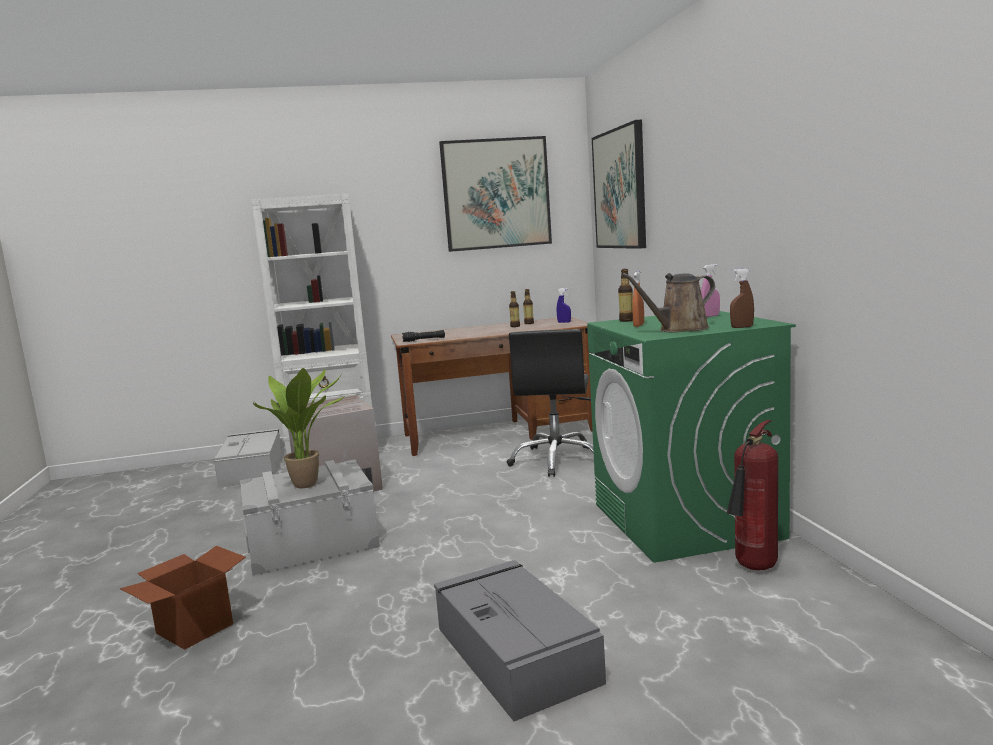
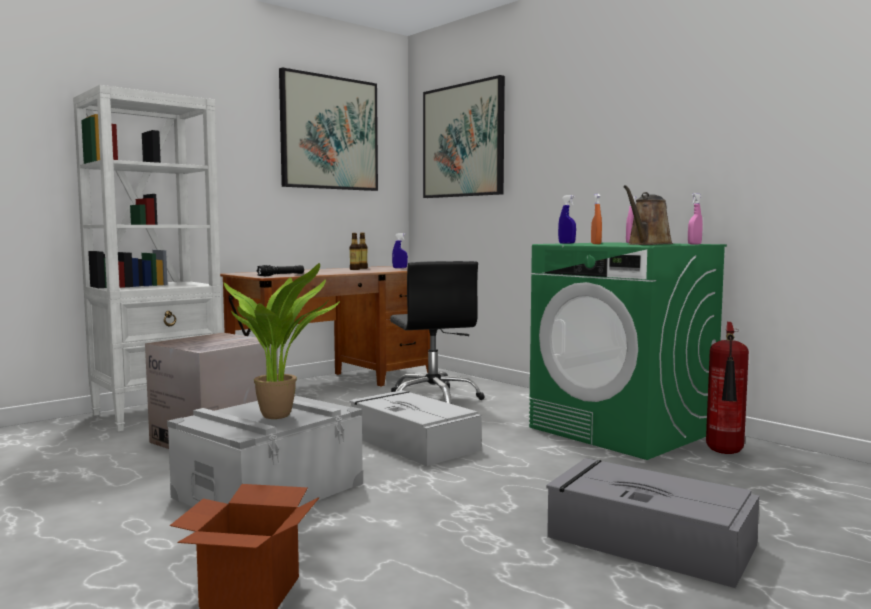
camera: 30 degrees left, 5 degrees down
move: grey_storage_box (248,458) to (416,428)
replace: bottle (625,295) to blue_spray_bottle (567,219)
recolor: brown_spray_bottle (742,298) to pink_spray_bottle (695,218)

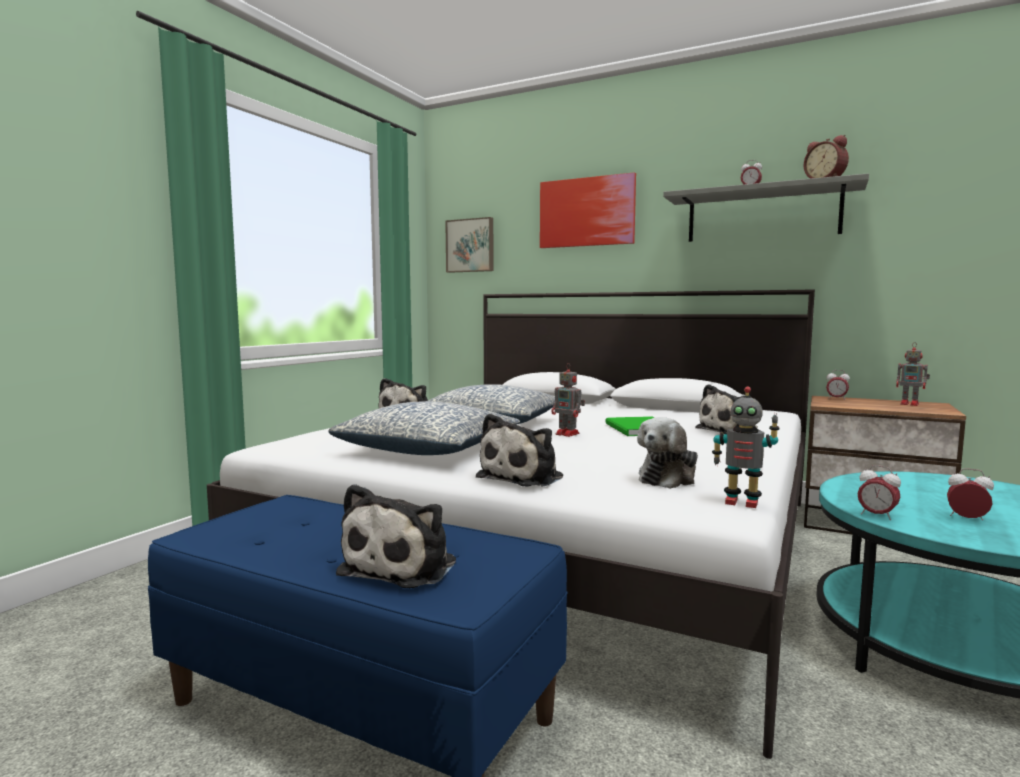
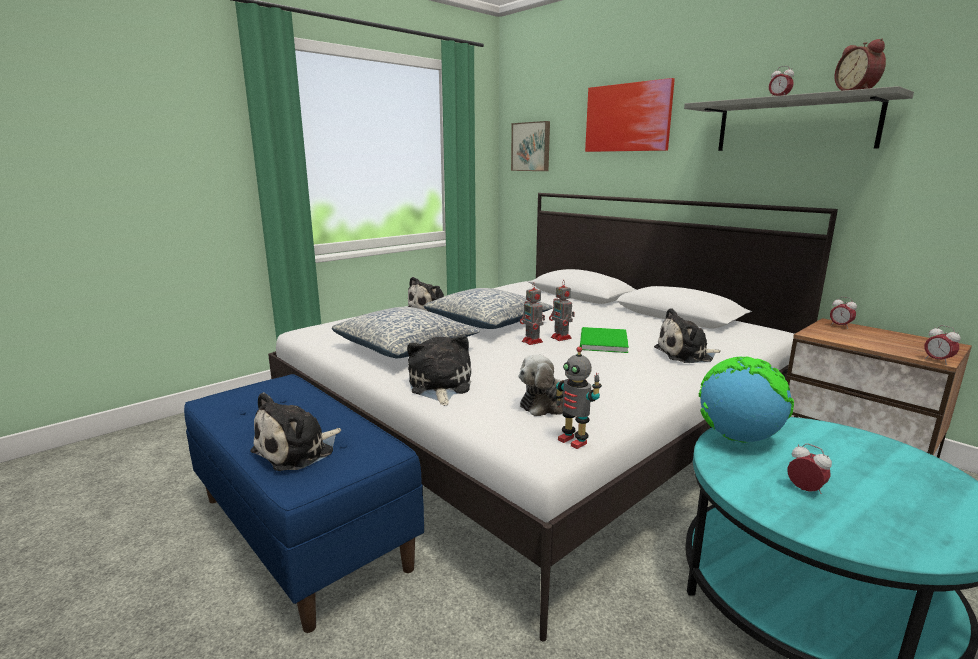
camera: 20 degrees right, 10 degrees up
insert: globe (746,400)
move: alarm_clock (879,492) to (943,345); toy_robot (913,374) to (562,311)
rotate: plush_toy (519,450) = (439,370) 120 degrees clockwise

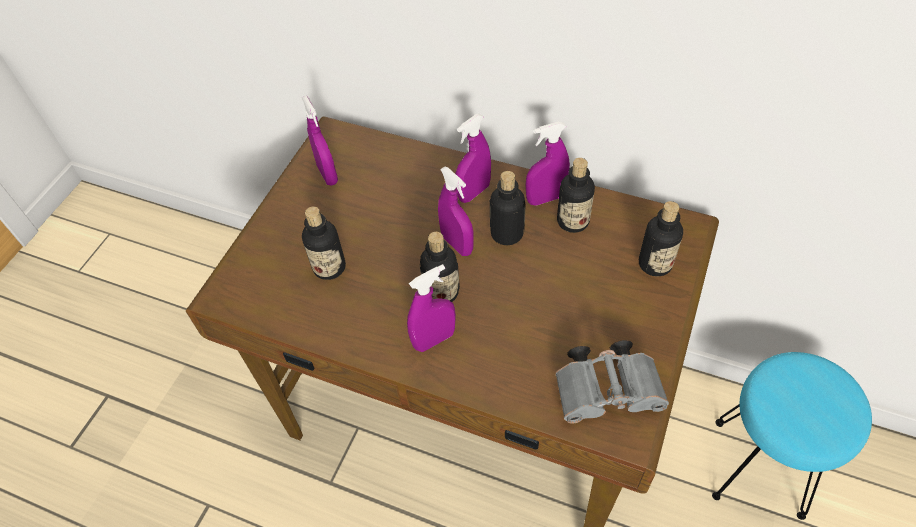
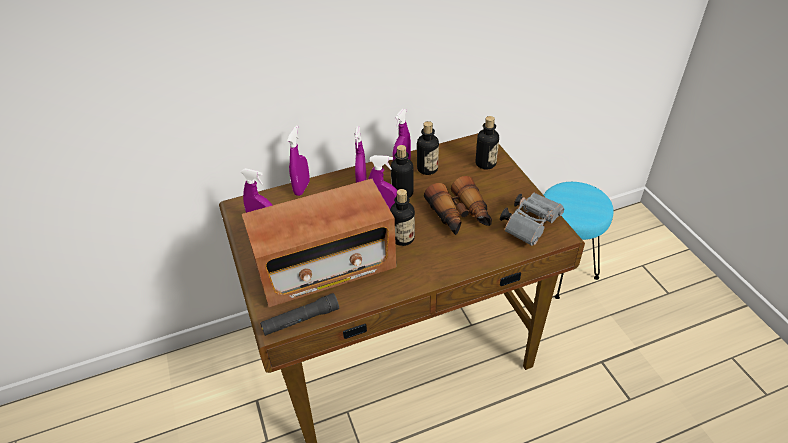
camera: 45 degrees left, 10 degrees down
insert: black_flashlight (299,314); binoculars (458,205)
move: purple_spray_bottle (431,308) to (298,160)
replace: bottle (324,243) to radio (319,243)

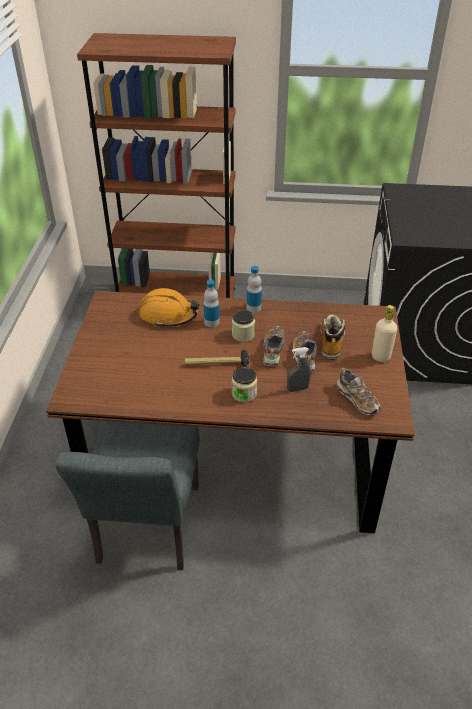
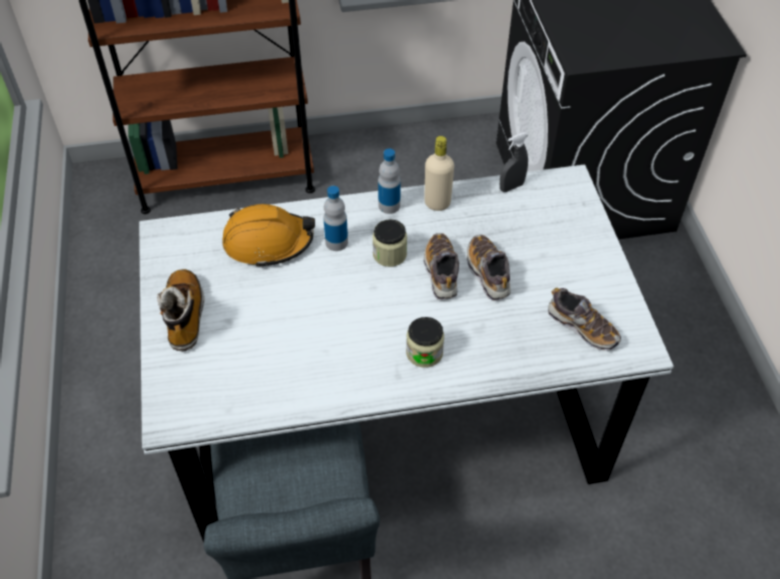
camera: 15 degrees left, 10 degrees up
delete: hammer (217,358)
move: grey_spray_bottle (299,369) to (514,162); boot (333,337) to (180,310); beige_bottle (384,333) to (439,173)
recolor: brown_dining_table (230,412) to white_dining_table (406,353)

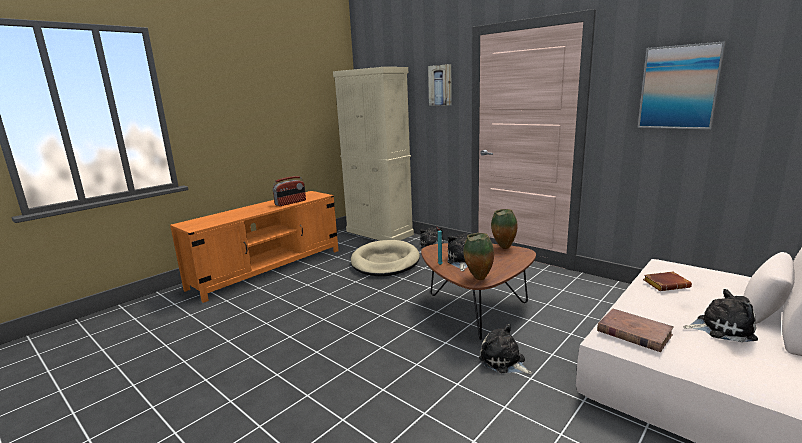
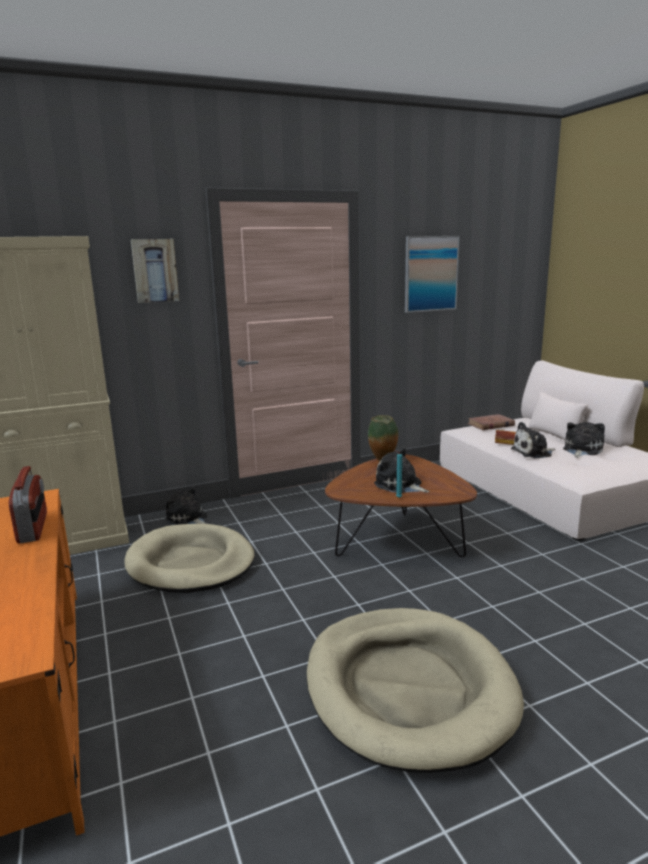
camera: 65 degrees left, 0 degrees up
delete: vase (478,256)
insert: beige_dog_bed (415,690)
move: plush_toy (505,349) to (533,440); brown_book (635,330) to (491,422)

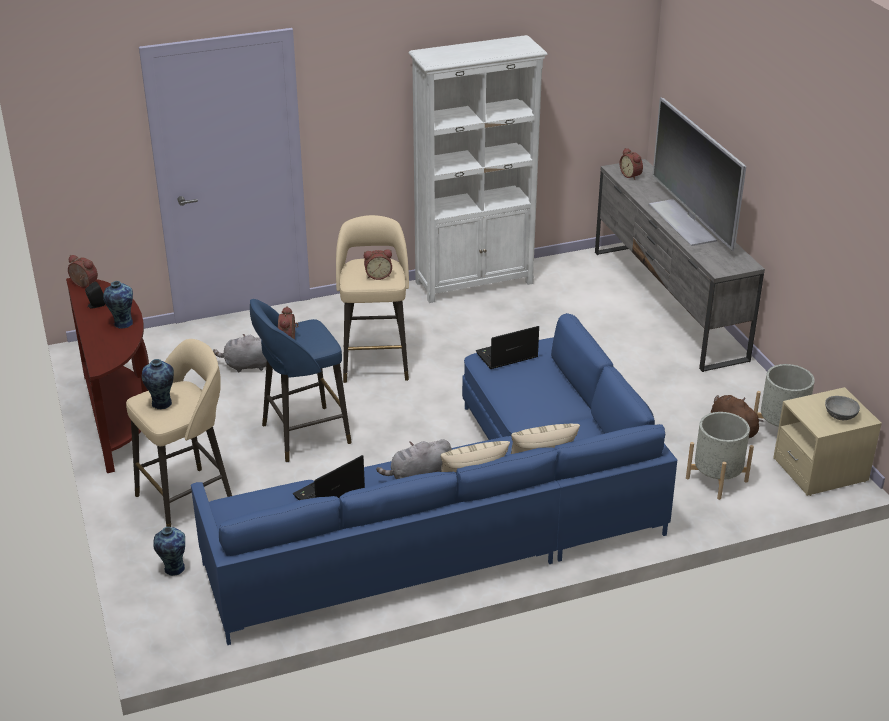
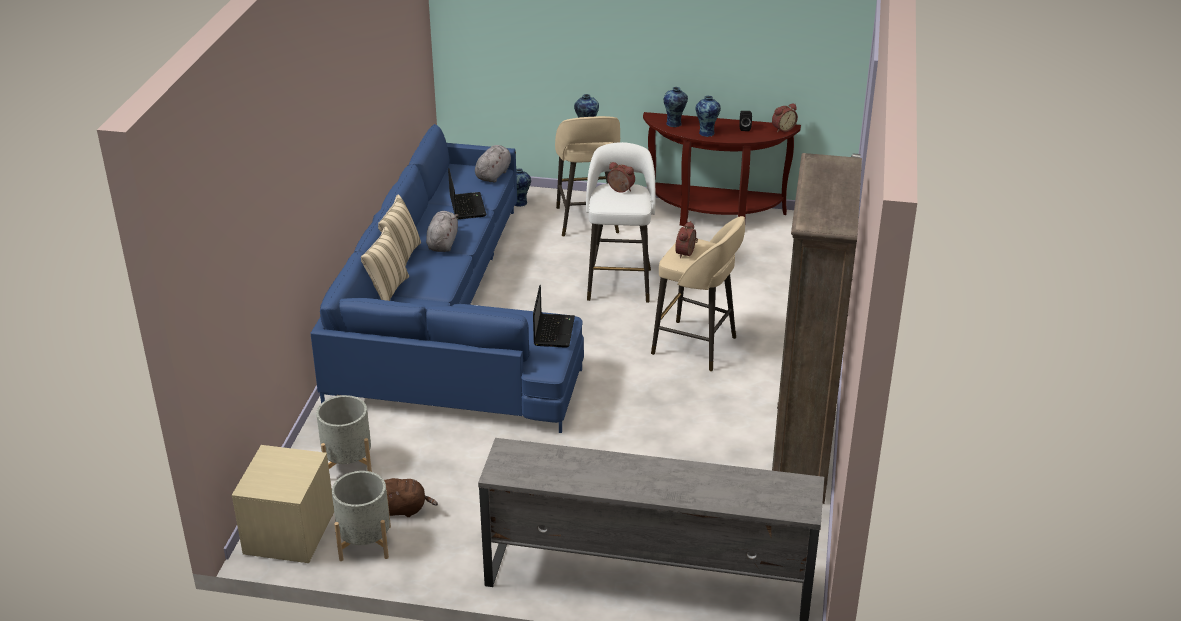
camera: 120 degrees right, 0 degrees up
delete: alarm_clock (631,164); television (697,174); grey_bowl (842,408)
insert: vase (676,107)
move: grey_plush_toy (240,353) to (495,164)
recolor: blue_stool (301,380) to white_stool (621,222); white_bookcase (478,169) to brown_bookcase (817,328)

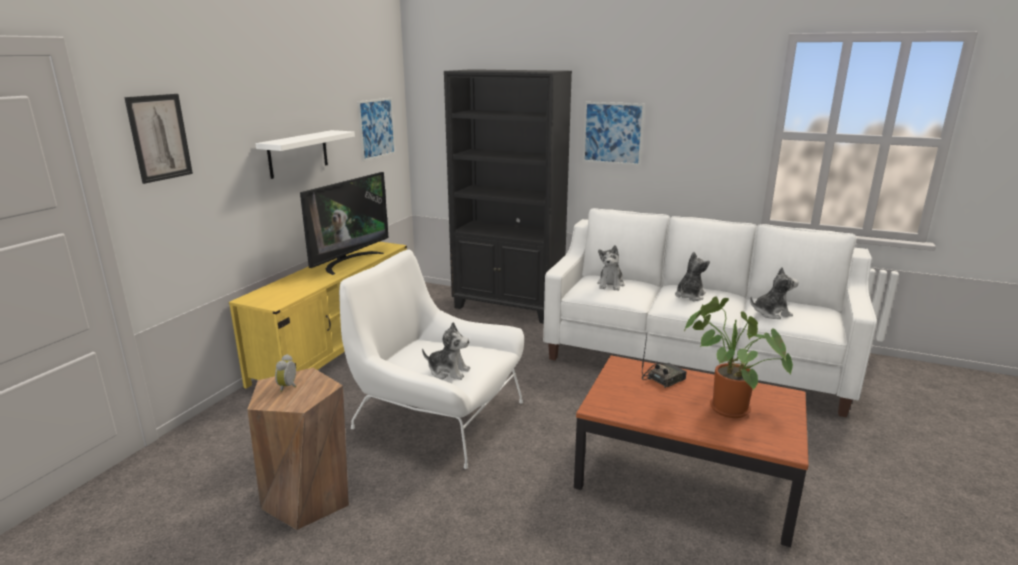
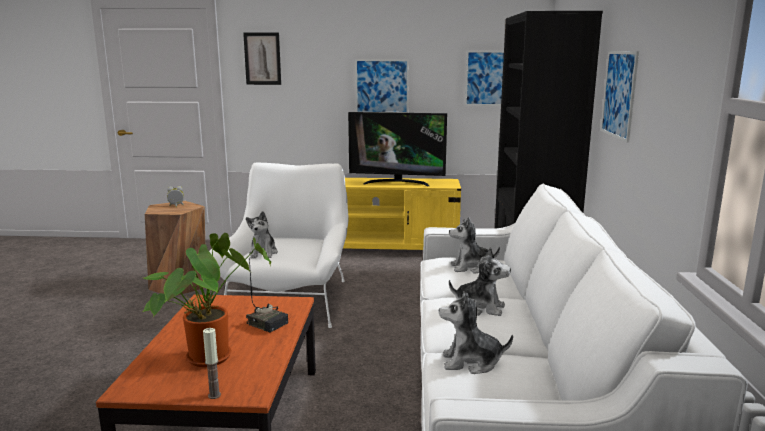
camera: 70 degrees right, 5 degrees down
insert: candle (212,363)
replace: white_shelf (305,154) to picture (382,86)
rotate: plush_toy (774,293) = (476,332) 120 degrees clockwise

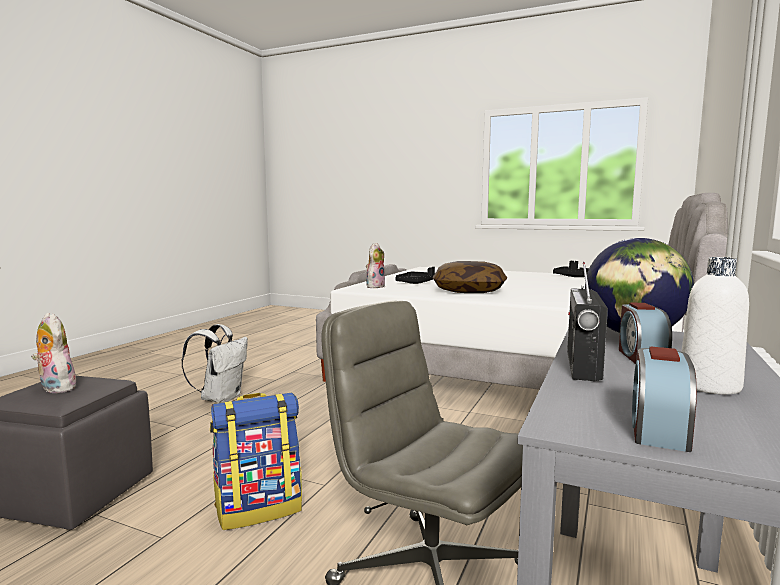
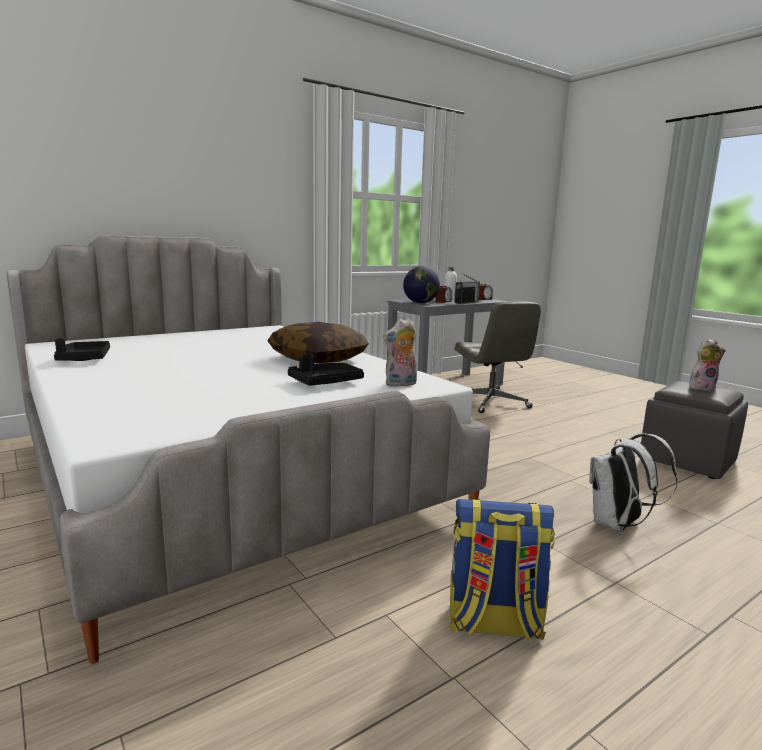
camera: 150 degrees left, 5 degrees up
move: backpack (256,461) to (502,570)
rotate: plush_toy (54,353) = (707,365) 75 degrees counterclockwise

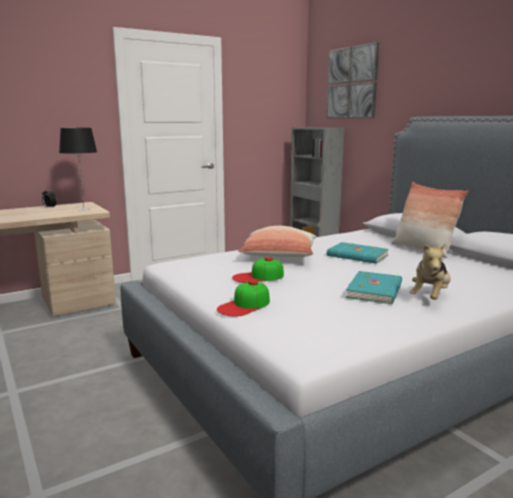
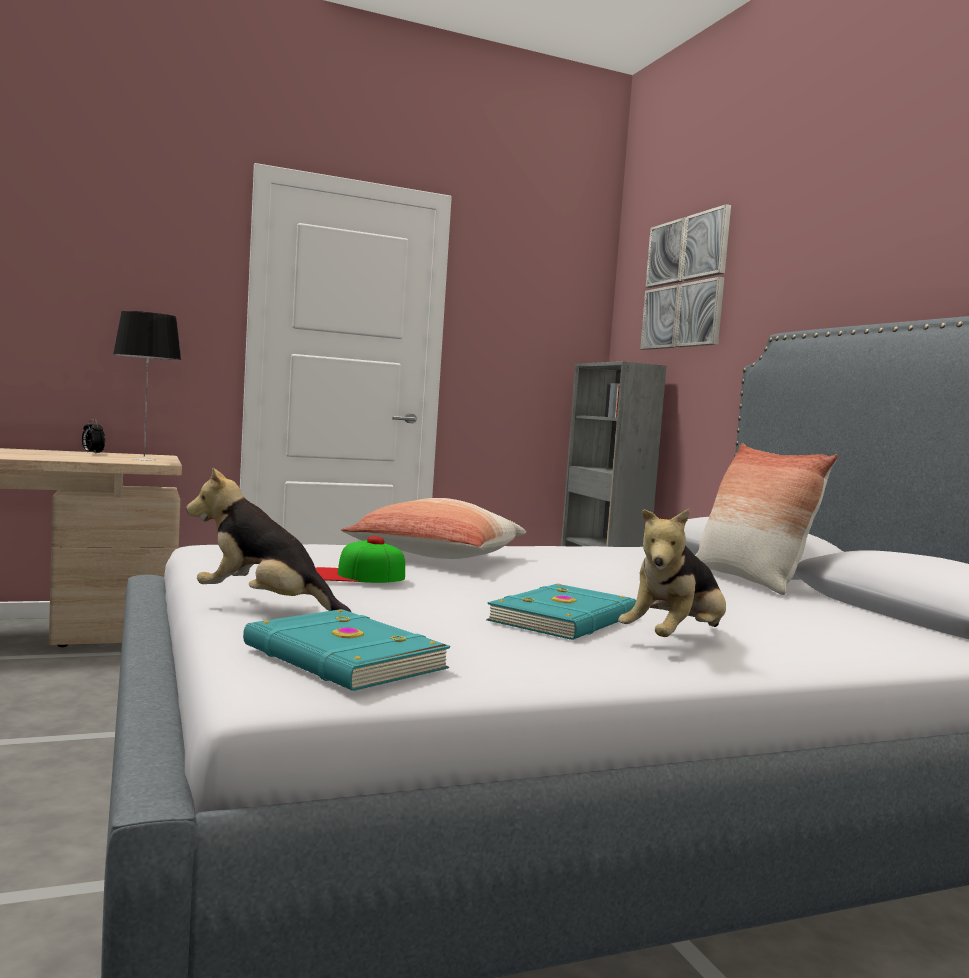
camera: 10 degrees right, 10 degrees down
move: turquoise_book (358,253) to (347,650)
replace: cap (243,298) to plush_toy (268,539)

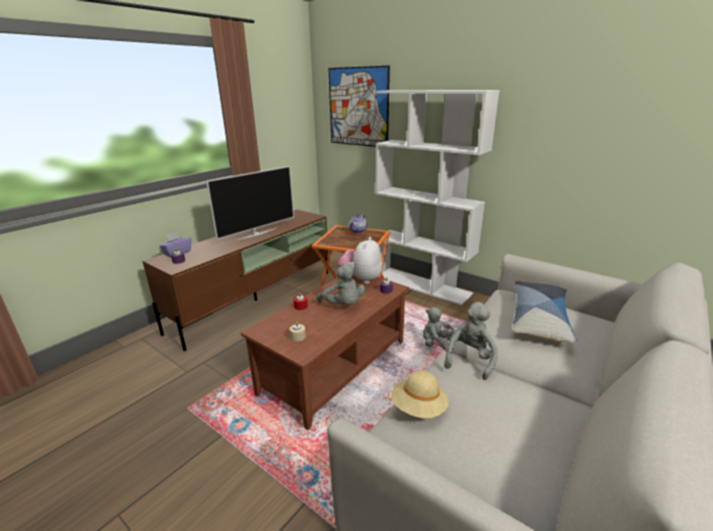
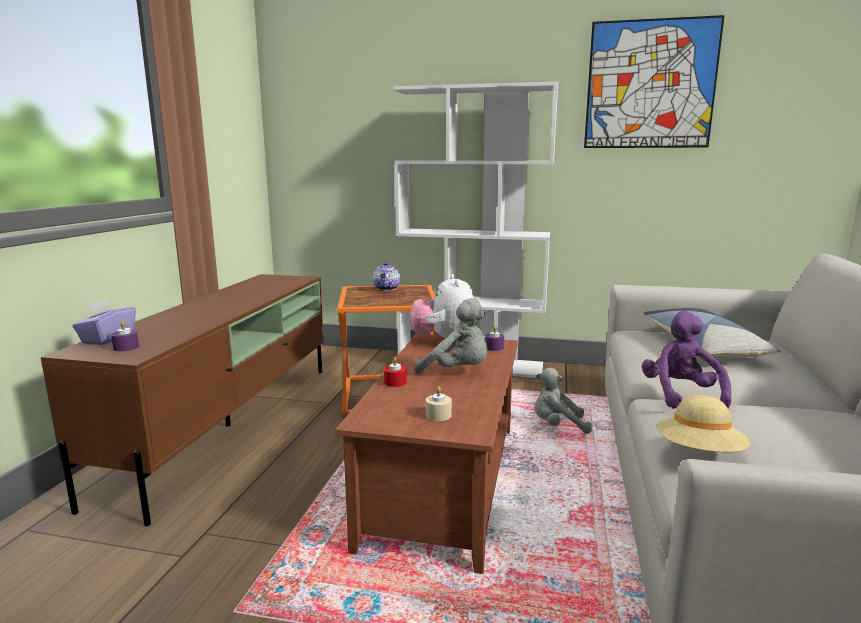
camera: 25 degrees left, 10 degrees down
delete: television (250,203)
move: picture (359,106) to (654,81)
recolor: grey_plush_toy (471,341) to purple_plush_toy (686,360)

